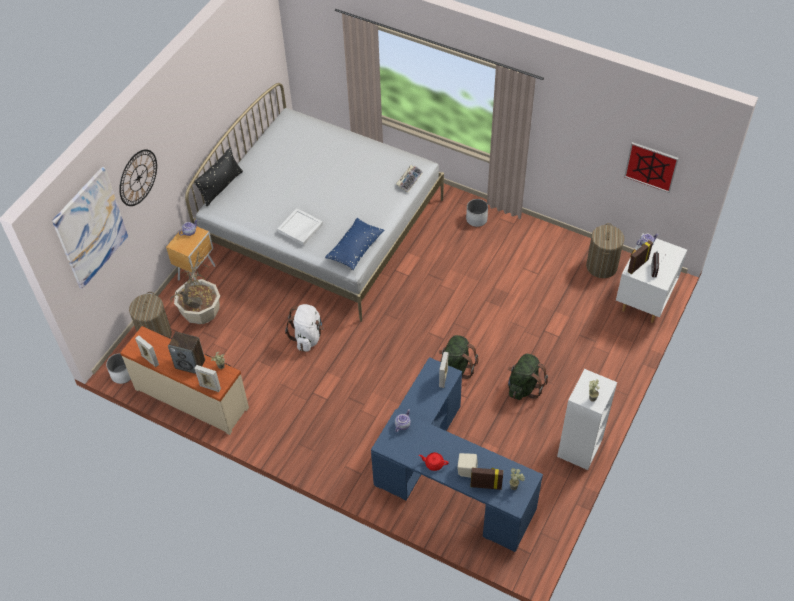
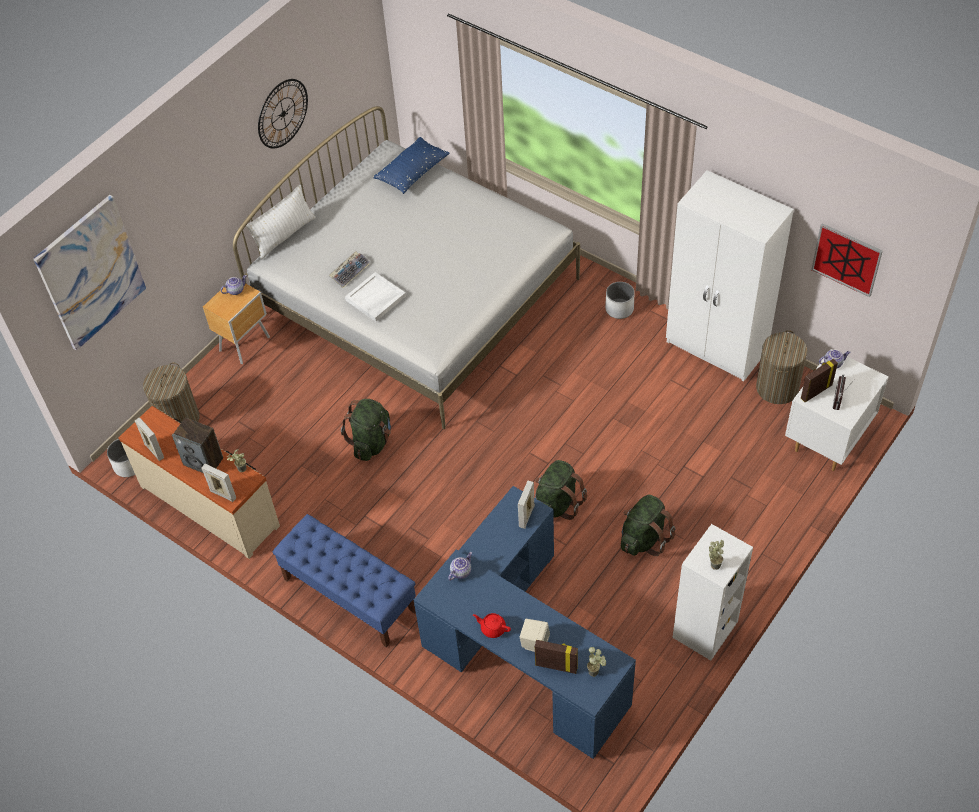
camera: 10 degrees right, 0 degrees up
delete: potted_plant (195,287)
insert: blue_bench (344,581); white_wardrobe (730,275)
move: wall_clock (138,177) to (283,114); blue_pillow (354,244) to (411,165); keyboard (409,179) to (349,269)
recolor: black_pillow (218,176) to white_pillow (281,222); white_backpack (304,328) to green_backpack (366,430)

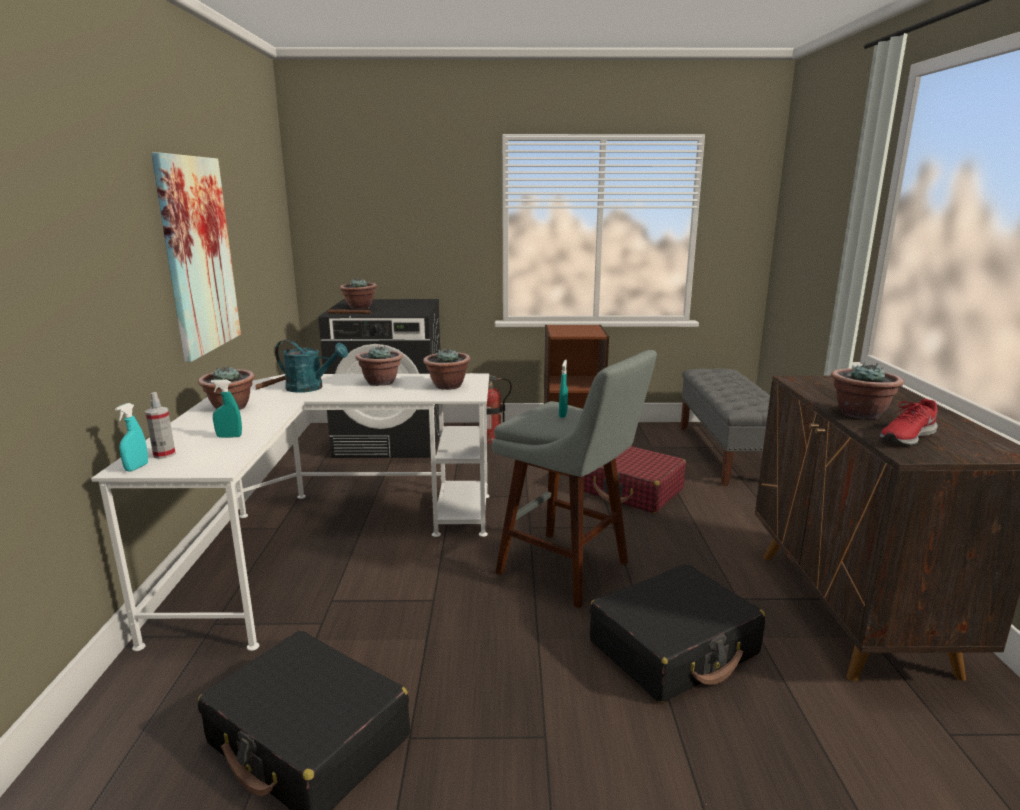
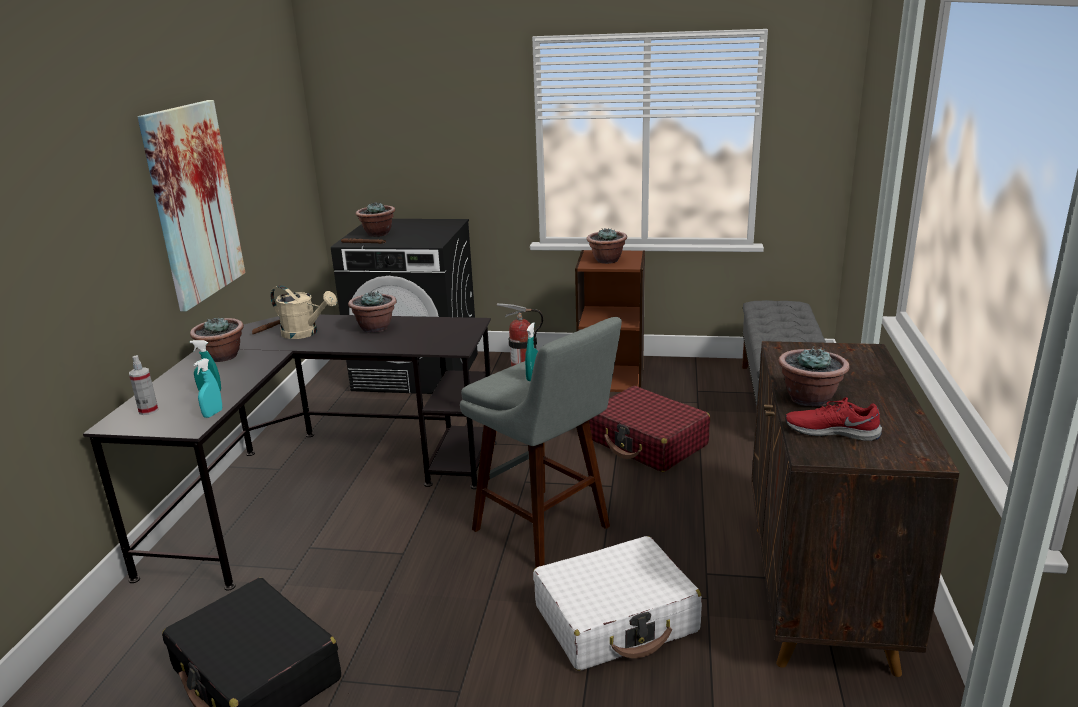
camera: 10 degrees right, 5 degrees up
move: turquoise_spray_bottle (131,437) to (207,388); potted_plant (447,369) to (607,246)
recolor: white_desk (290,512) to black_desk (290,452); turquoise_watering_can (311,366) to beige_watering_can (303,312); black_suitcase (677,633) to white_suitcase (617,603)
rotate: red_shoe (909,422) = (833,419) 45 degrees clockwise

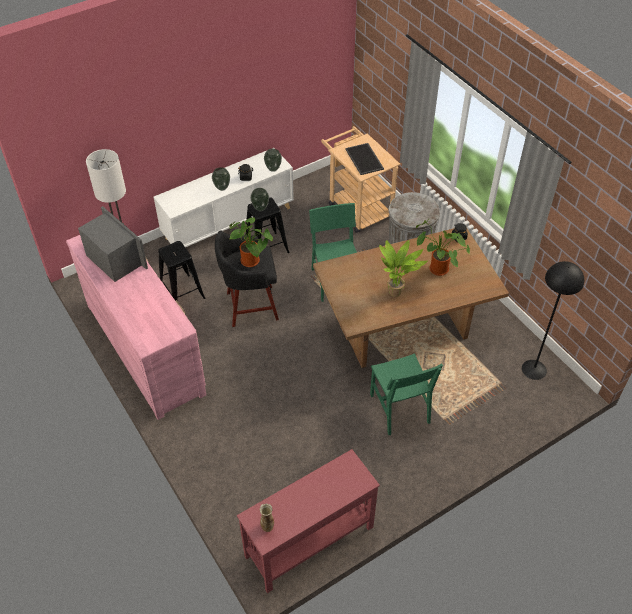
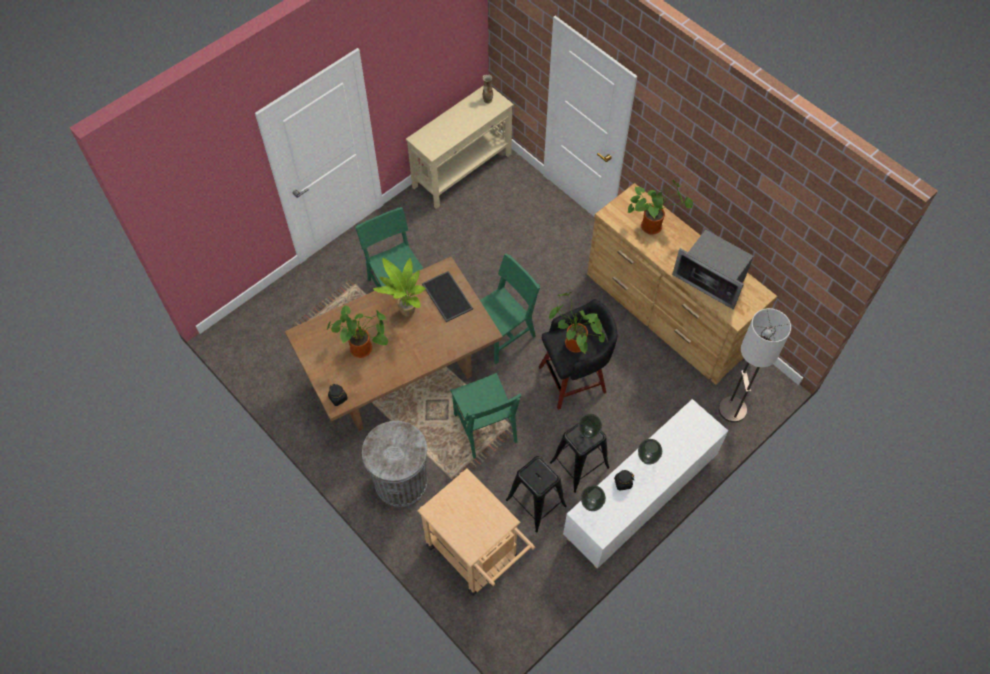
camera: 170 degrees right, 10 degrees up
delete: black_floor_lamp (553,320)
insert: green_chair (510,308); potted_plant (660,207)
move: black_stool (181,271) to (536,494); tray (364,159) to (447,296)
recolor: pink_dresser (136,327) to brown_dresser (682,284); red_console_table (308,521) to beige_console_table (460,147)

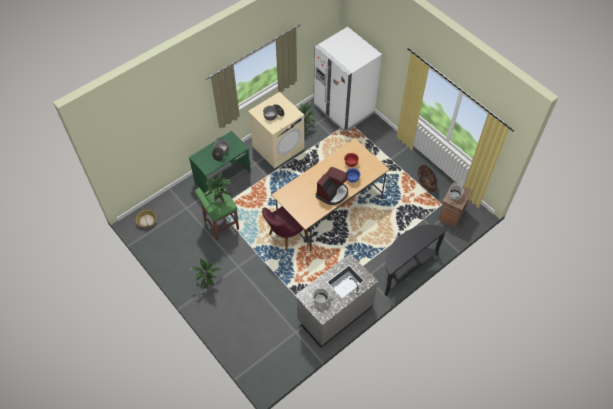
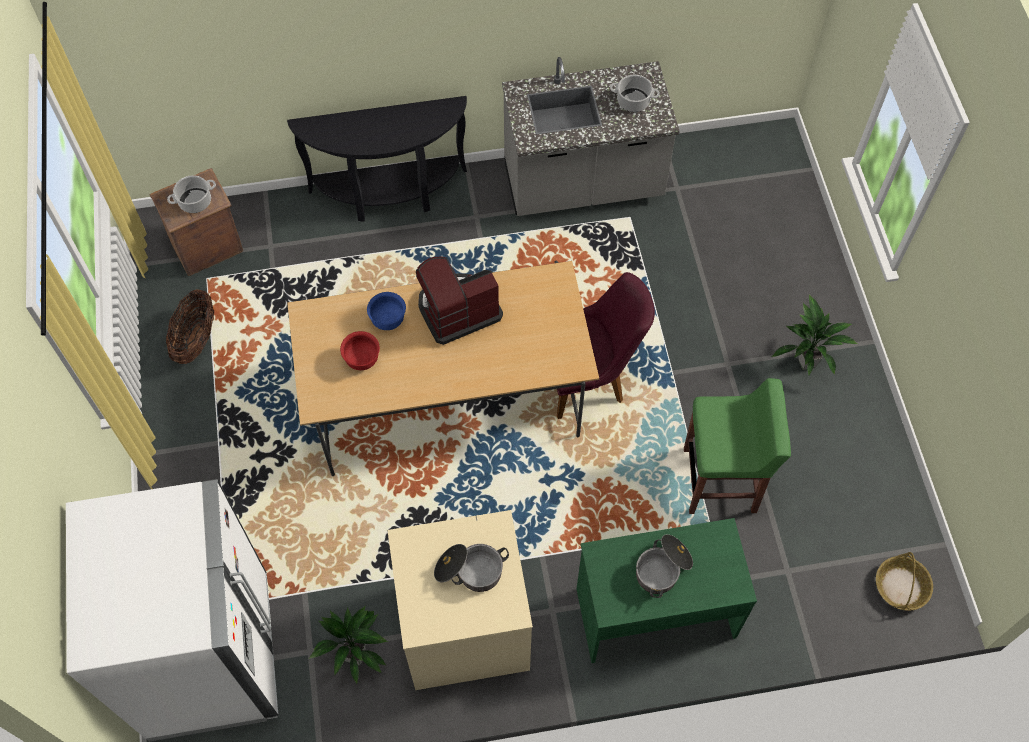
camera: 150 degrees left, 5 degrees up
delete: potted_plant (218,188)

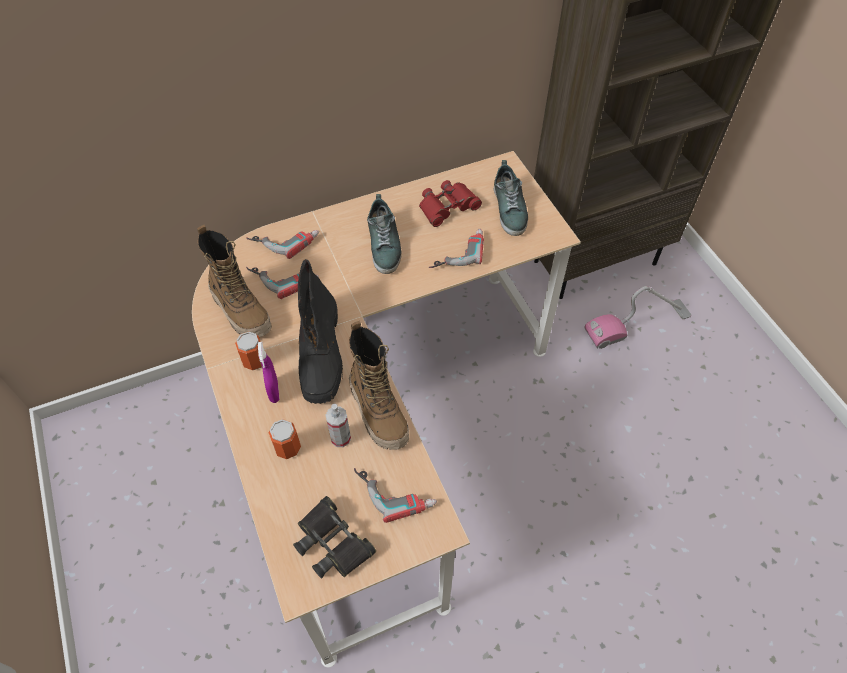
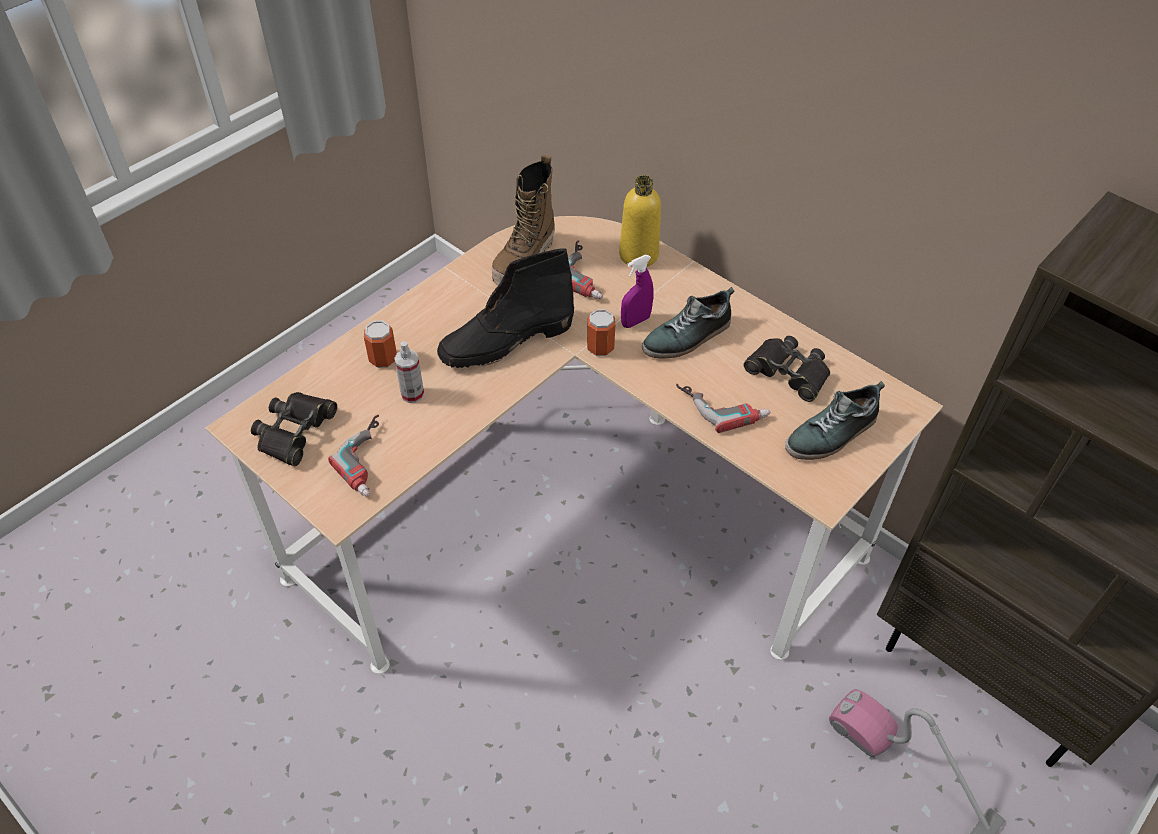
camera: 65 degrees right, 5 degrees down
delete: boot (379,385)
move: can (248,350) to (601,332); purple_spray_bottle (268,372) to (637,291)
replace: power_drill (282,244) to yellow_bottle (640,221)
recolor: red_binoculars (450,203) to black_binoculars (787,369)

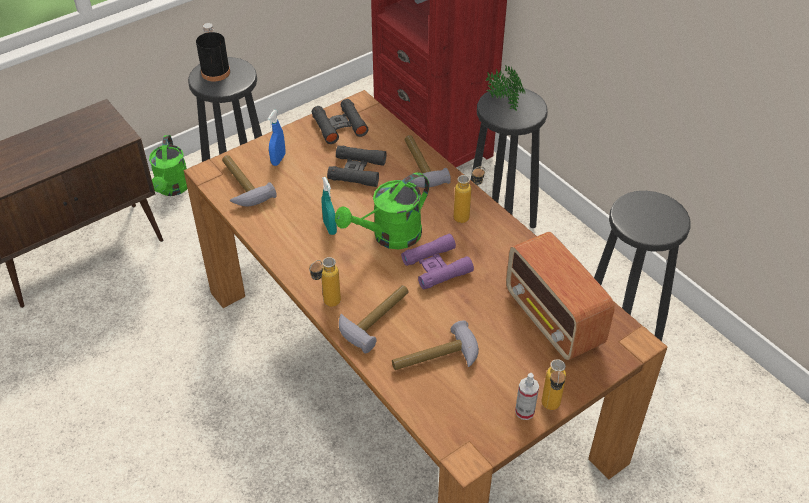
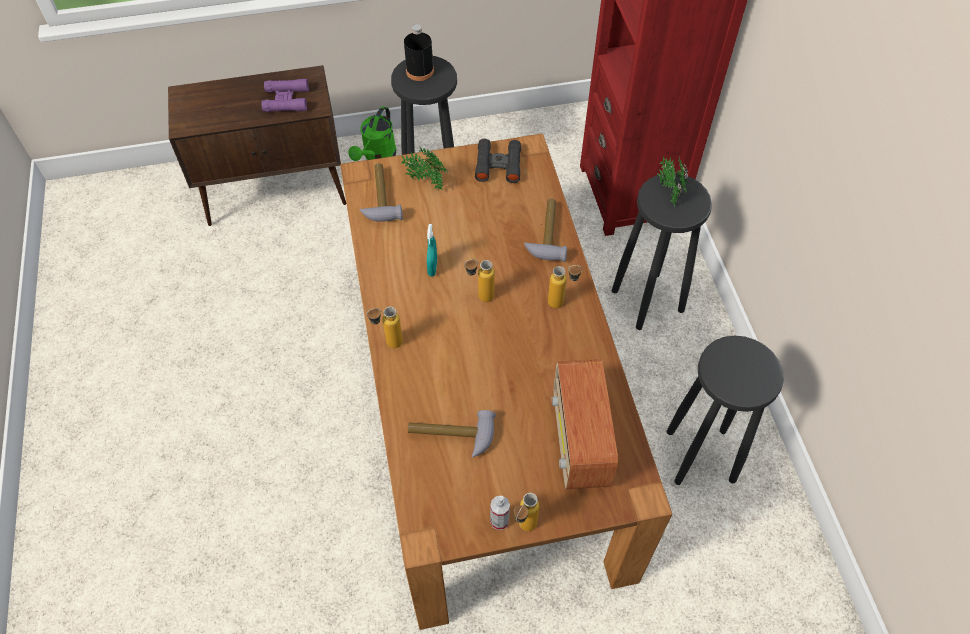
camera: 25 degrees right, 10 degrees up
delete: black_binoculars (356,166); hammer (374,319)
move: purple_binoculars (437,261) to (285,95)
replace: blue_spray_bottle (276,138) to potted_plant (424,169); green_watering_can (382,210) to bottle (479,280)

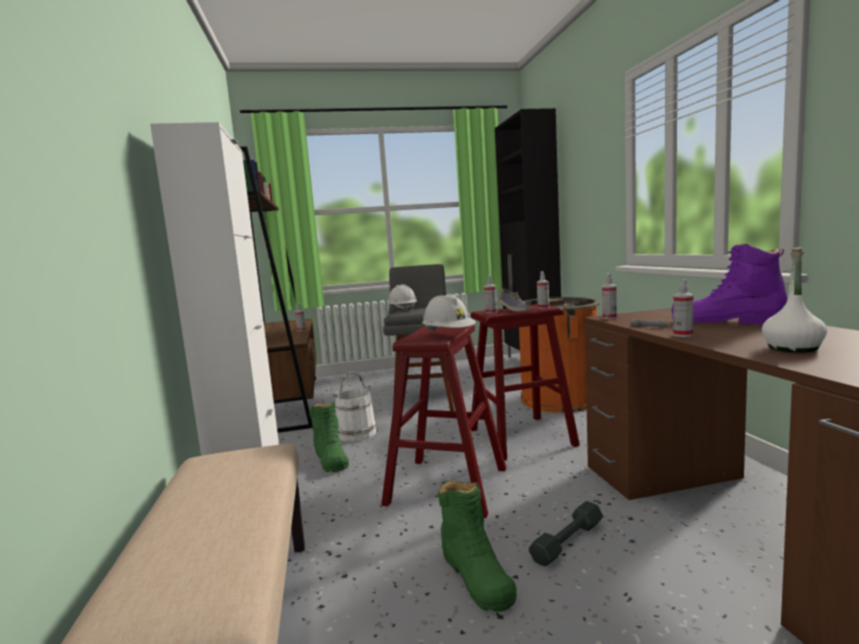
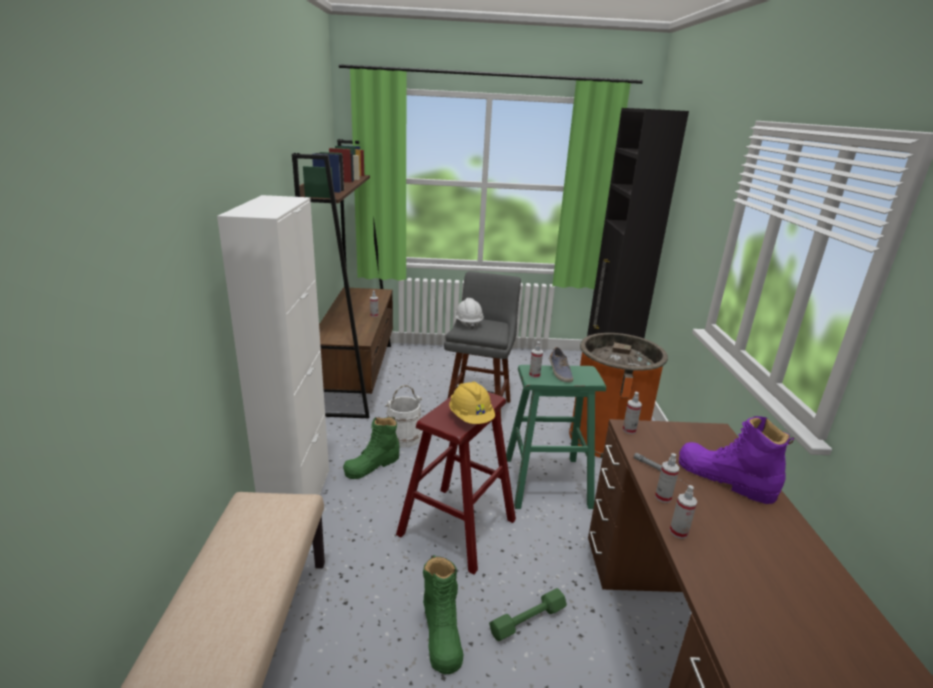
camera: 10 degrees right, 15 degrees up
delete: white_bottle (794,300)
move: spray_bottle (543,290) to (683,512)
recolor: white_hard_hat (449,313) to yellow_hard_hat (472,403); red_stool (525,382) to green_stool (556,437); grey_dumbbell (566,533) to green_dumbbell (528,614)
rotate: green_boot (329,437) = (371,448) 60 degrees clockwise

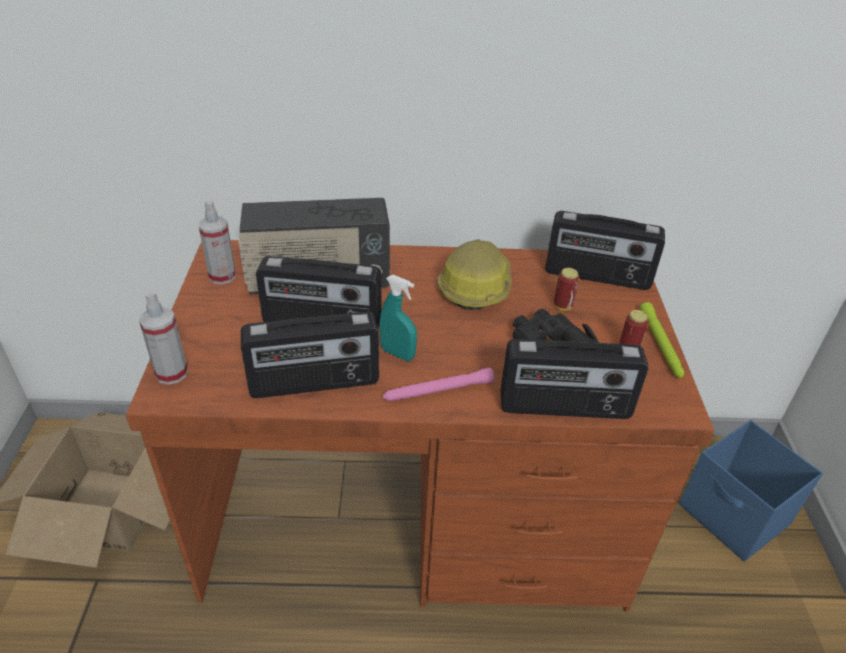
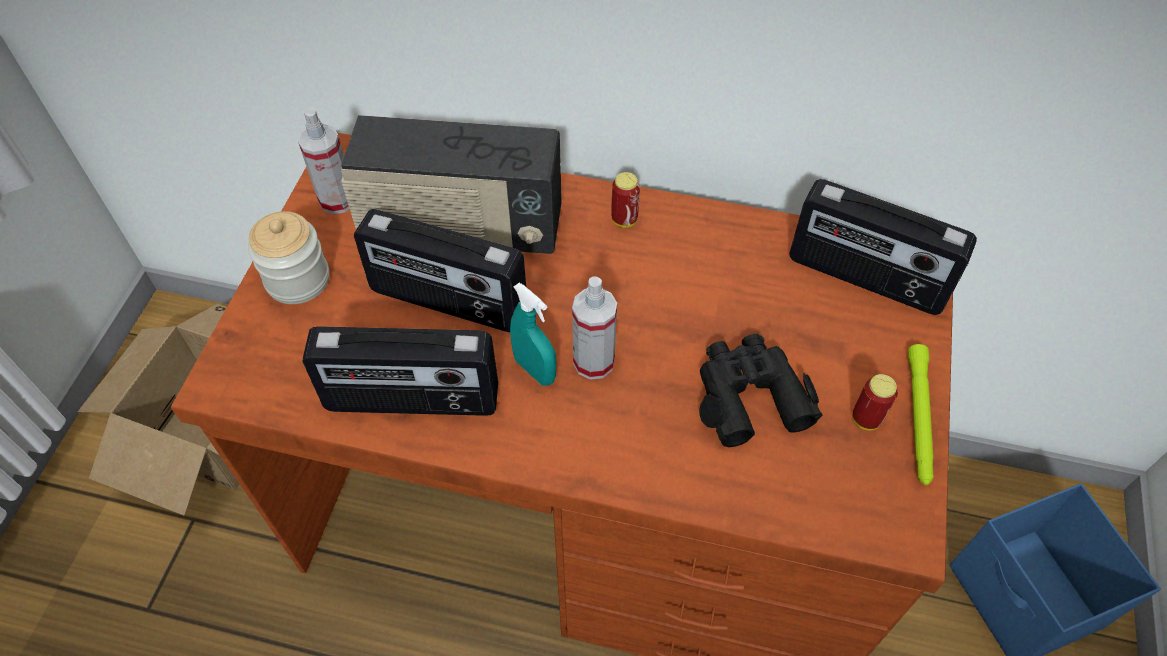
camera: 15 degrees right, 15 degrees up
delete: pink_flashlight (438,384); hard_hat (474,274); radio (574,379)
insert: jar (288,257)
move: spray_bottle (163,338) to (594,328); can (566,289) to (625,200)

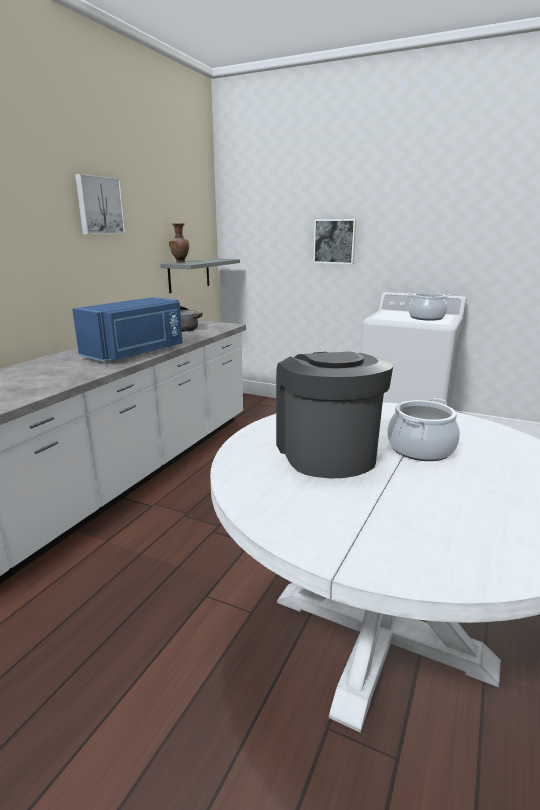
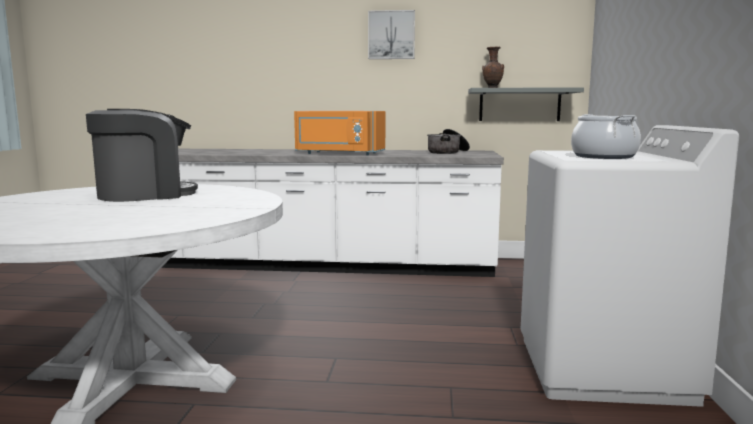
camera: 70 degrees right, 10 degrees down
delete: picture (335,241); cooking_pot (423,429)
recolor: blue_microwave (127,329) to orange_microwave (339,133)

